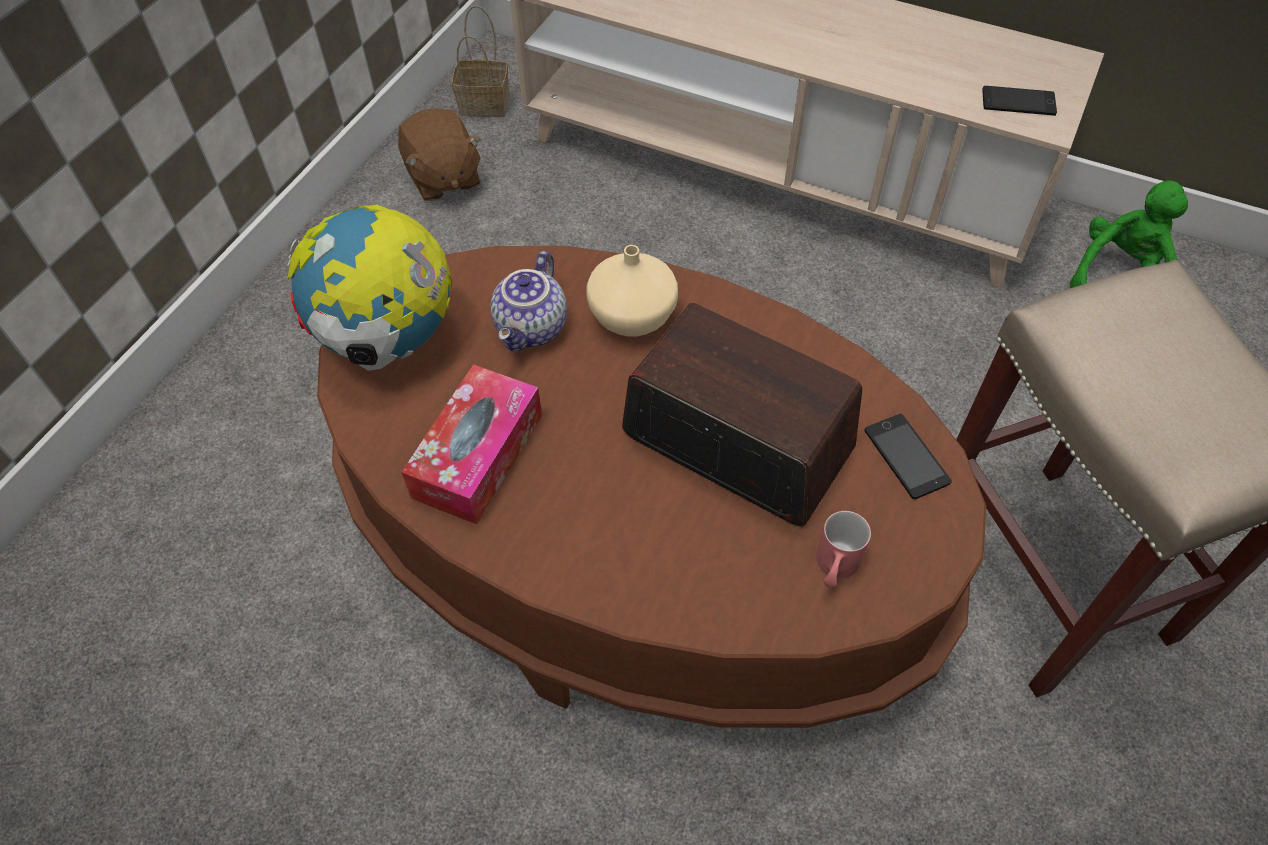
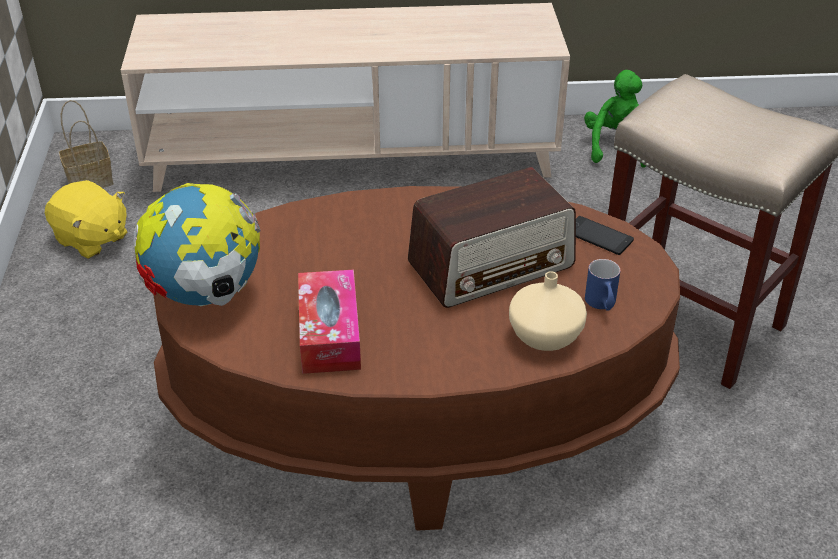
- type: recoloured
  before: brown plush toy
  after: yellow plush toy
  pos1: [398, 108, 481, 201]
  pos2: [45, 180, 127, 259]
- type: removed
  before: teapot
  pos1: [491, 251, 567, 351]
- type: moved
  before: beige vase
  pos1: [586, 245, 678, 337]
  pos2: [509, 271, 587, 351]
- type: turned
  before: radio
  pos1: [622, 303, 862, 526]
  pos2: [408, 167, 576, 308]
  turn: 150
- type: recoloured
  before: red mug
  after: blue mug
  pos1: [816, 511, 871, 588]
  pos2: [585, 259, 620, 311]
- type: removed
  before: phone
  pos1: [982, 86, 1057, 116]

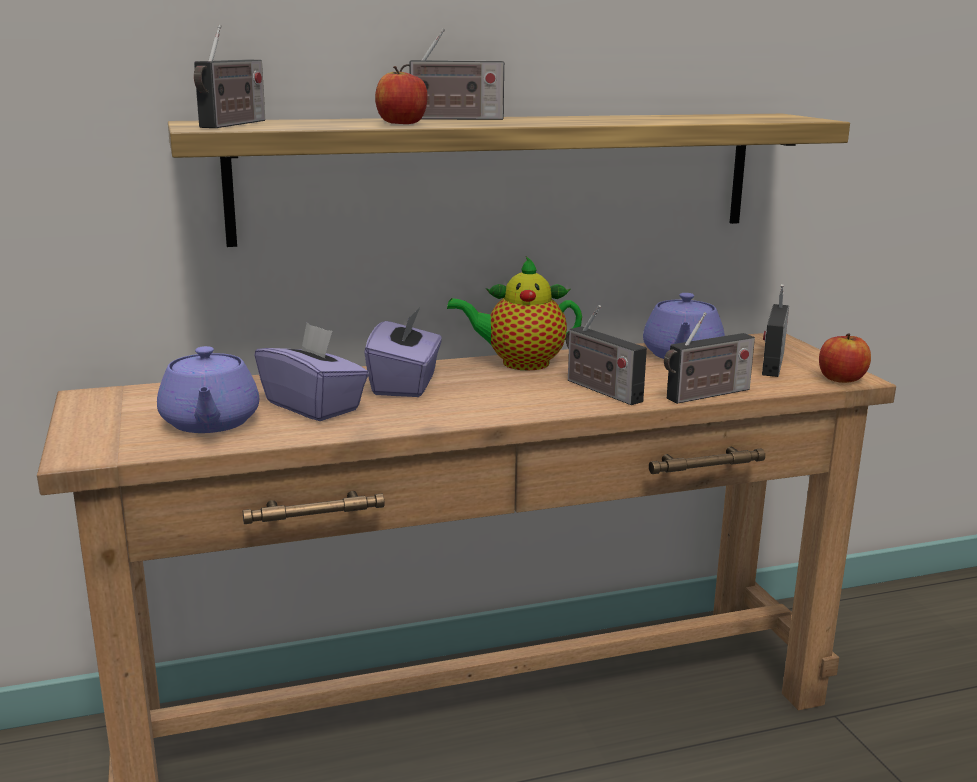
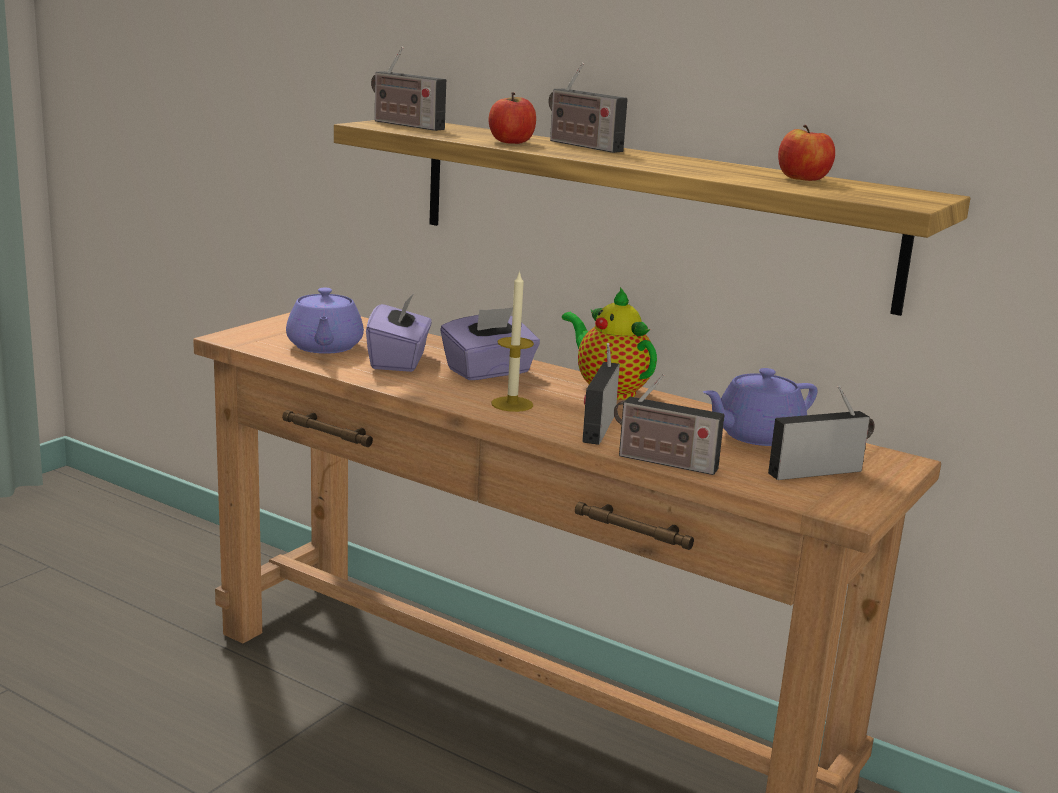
- type: turned
  before: purple teapot
  pos1: [157, 346, 259, 433]
  pos2: [286, 288, 364, 354]
  turn: -45
- type: turned
  before: radio
  pos1: [194, 25, 265, 128]
  pos2: [371, 47, 446, 131]
  turn: 60
- type: moved
  before: apple
  pos1: [819, 333, 871, 383]
  pos2: [778, 125, 835, 181]
- type: added
  after: candle
  pos2: [491, 270, 534, 412]

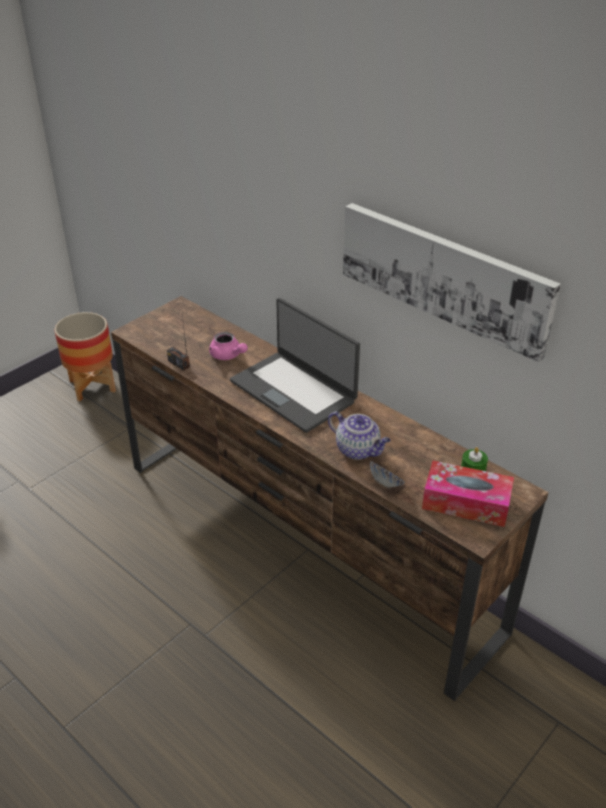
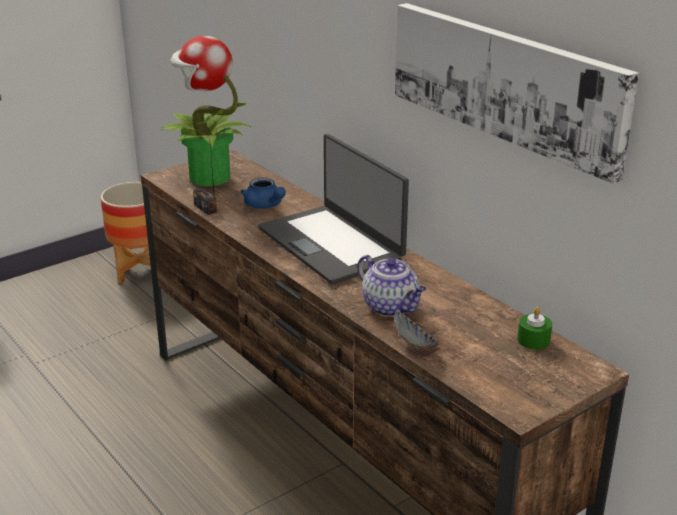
- type: recoloured
  before: pink teapot
  after: blue teapot
  pos1: [209, 332, 248, 360]
  pos2: [241, 177, 286, 209]
- type: removed
  before: tissue box
  pos1: [422, 461, 514, 527]
- type: added
  after: potted plant
  pos2: [160, 36, 252, 186]

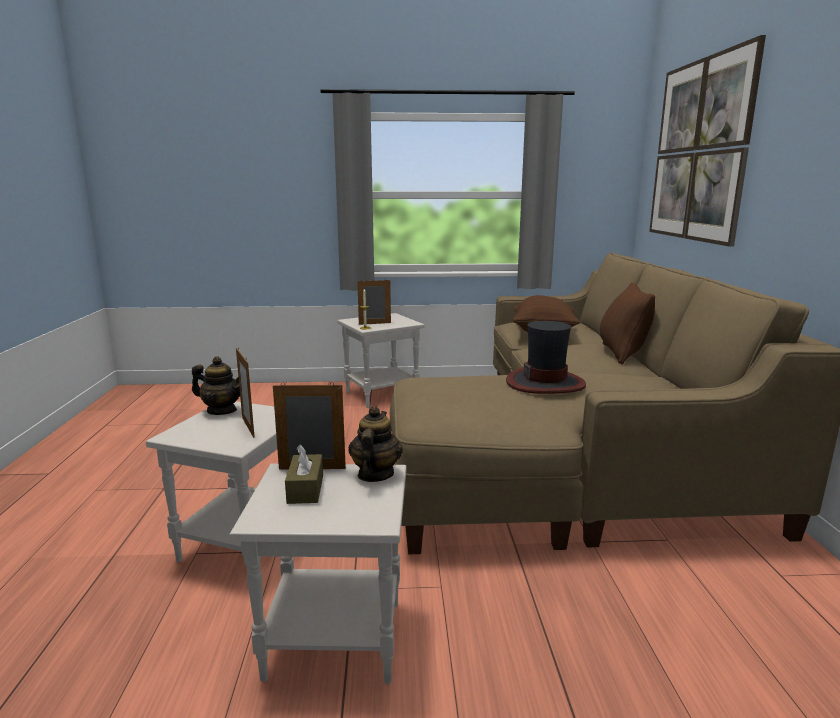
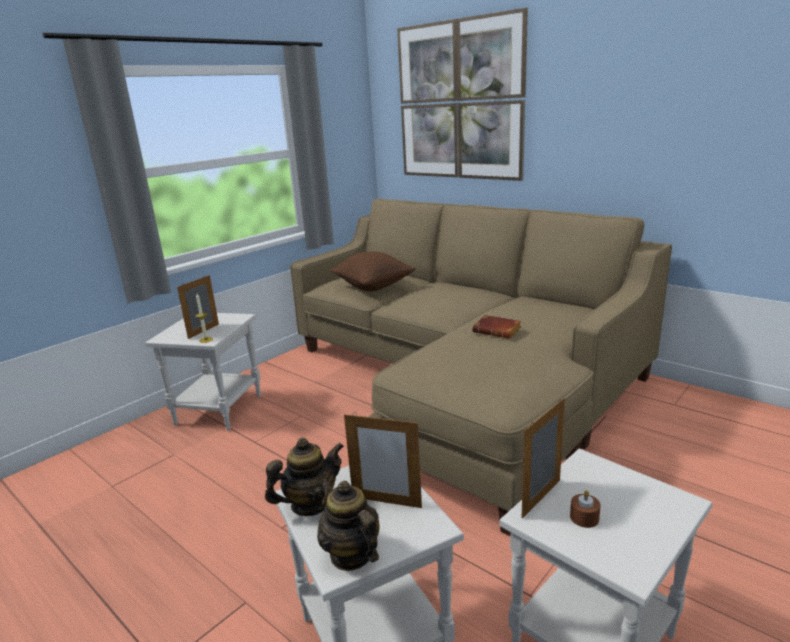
- type: replaced
  before: brown tissue box
  after: brown candle
  pos1: [285, 444, 323, 504]
  pos2: [570, 490, 601, 528]
- type: moved
  before: teapot
  pos1: [348, 406, 403, 482]
  pos2: [317, 479, 379, 571]
- type: replaced
  before: hat
  after: brown book
  pos1: [506, 321, 586, 394]
  pos2: [472, 315, 521, 339]
- type: removed
  before: brown pillow
  pos1: [600, 282, 655, 364]

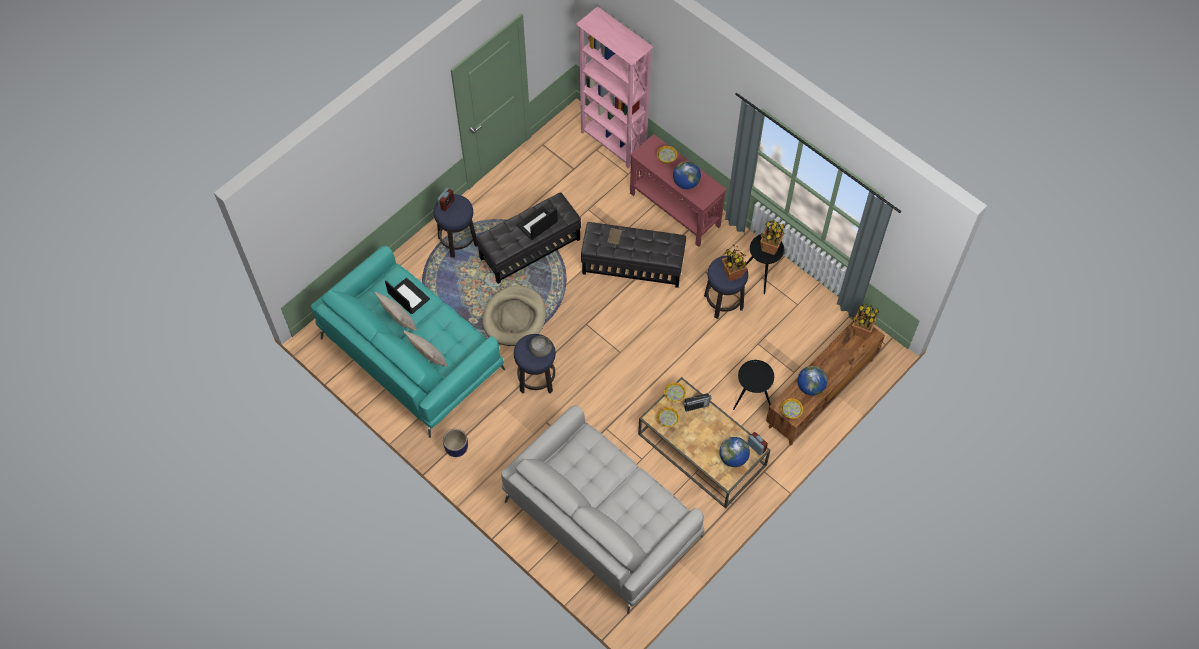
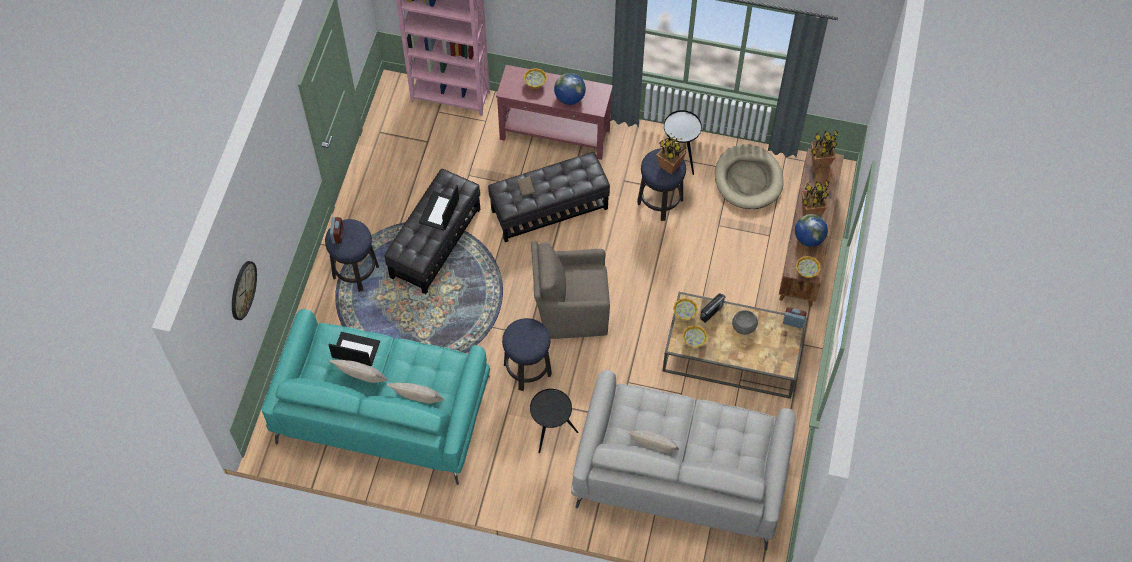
- type: removed
  before: planter
  pos1: [443, 429, 468, 457]
- type: moved
  before: beige dog bed
  pos1: [482, 286, 546, 346]
  pos2: [715, 145, 784, 209]
- type: moved
  before: grey bowl
  pos1: [529, 336, 552, 357]
  pos2: [732, 310, 758, 335]
- type: removed
  before: globe
  pos1: [719, 437, 750, 467]
- type: moved
  before: black side table
  pos1: [733, 360, 774, 410]
  pos2: [530, 389, 578, 453]
- type: moved
  before: potted plant
  pos1: [760, 220, 785, 255]
  pos2: [802, 180, 829, 216]
- type: added
  after: wall clock
  pos2: [232, 261, 257, 320]
- type: added
  after: brown armchair
  pos2: [531, 240, 610, 339]
- type: added
  after: beige pillow
  pos2: [627, 430, 679, 453]

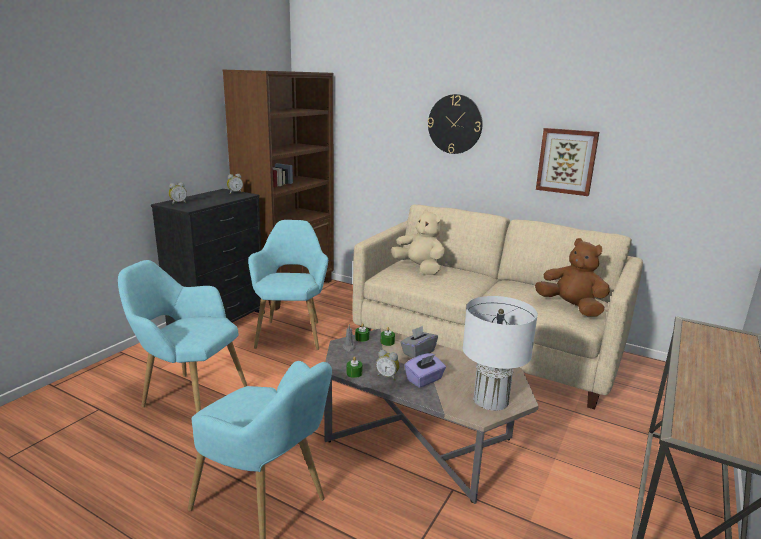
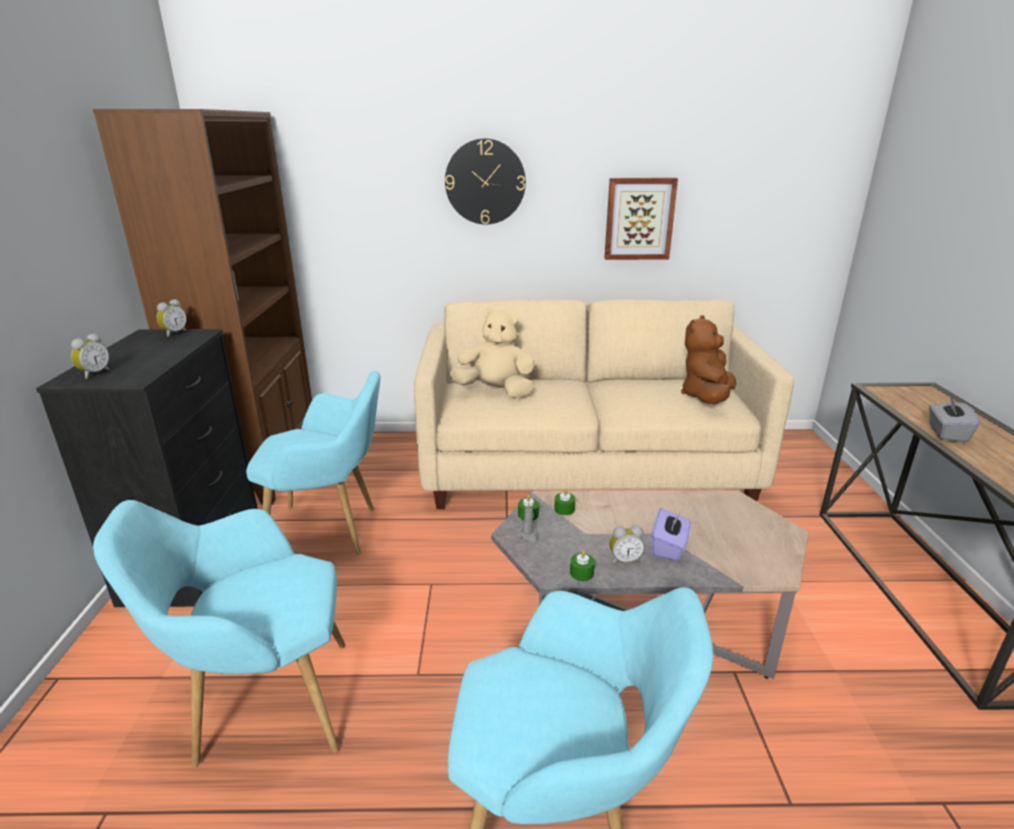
- type: turned
  before: turquoise armchair
  pos1: [248, 220, 328, 350]
  pos2: [246, 371, 380, 555]
  turn: 120
- type: moved
  before: grey tissue box
  pos1: [400, 326, 438, 358]
  pos2: [929, 396, 980, 443]
- type: removed
  before: white table lamp
  pos1: [463, 296, 538, 411]
- type: turned
  before: brown plush toy
  pos1: [535, 238, 610, 316]
  pos2: [681, 315, 736, 405]
  turn: -75

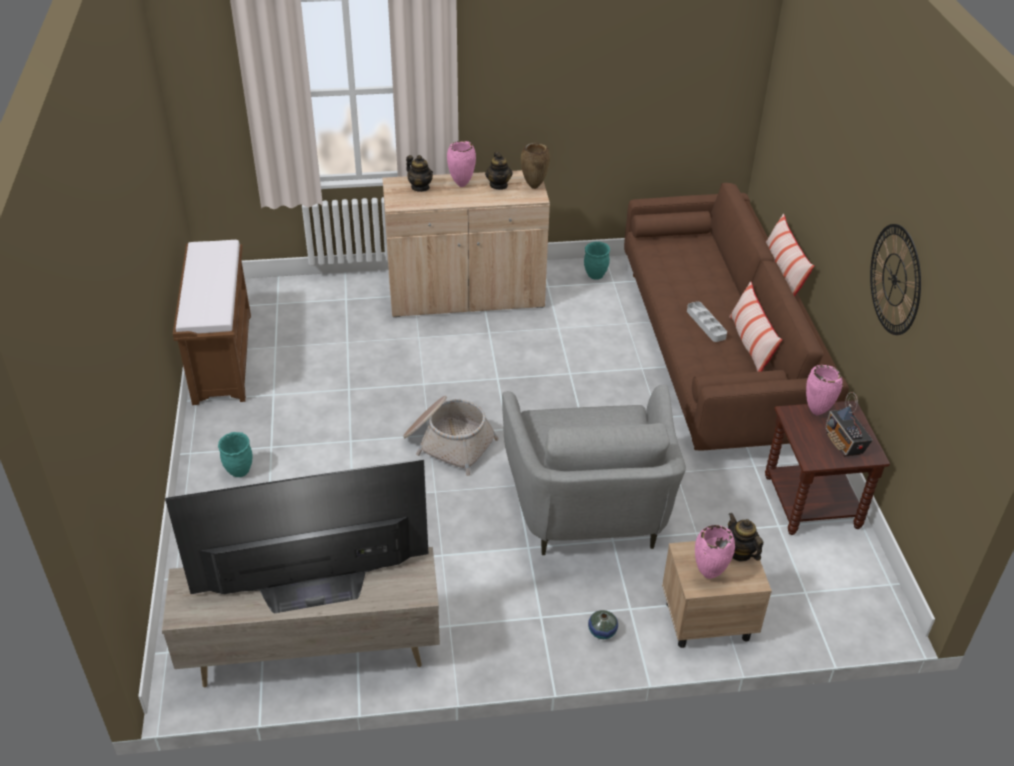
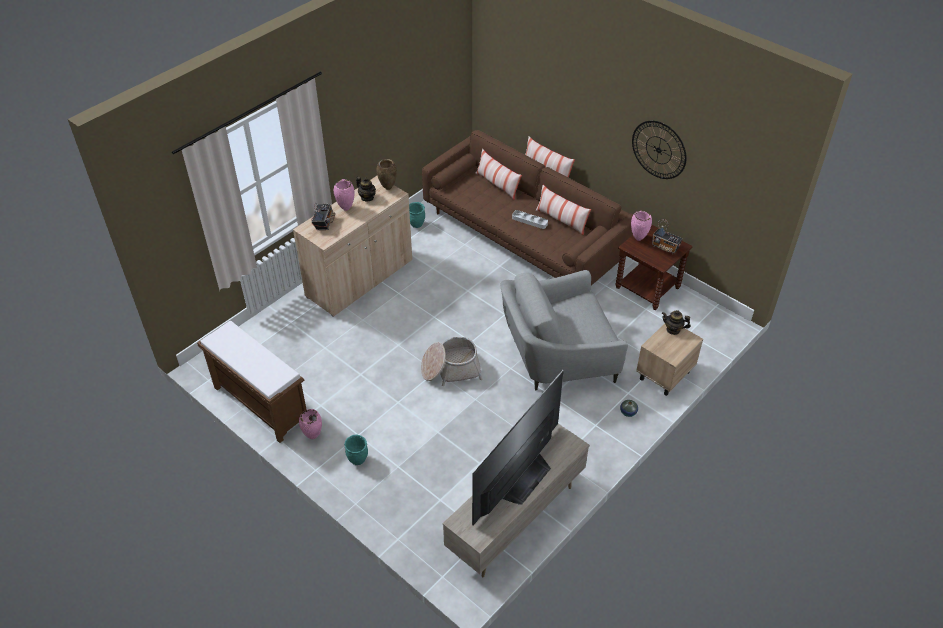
- type: replaced
  before: teapot
  after: radio
  pos1: [406, 155, 433, 192]
  pos2: [311, 203, 335, 230]
- type: turned
  before: grey armchair
  pos1: [502, 385, 686, 555]
  pos2: [500, 270, 628, 390]
  turn: 120
- type: moved
  before: pink vase
  pos1: [695, 525, 735, 579]
  pos2: [299, 409, 322, 439]
- type: added
  after: pillow
  pos2: [475, 149, 522, 200]

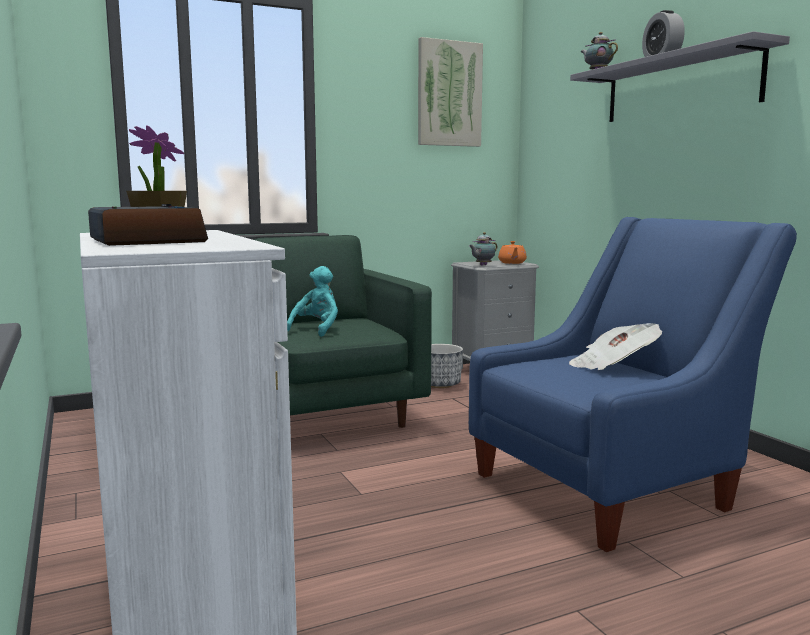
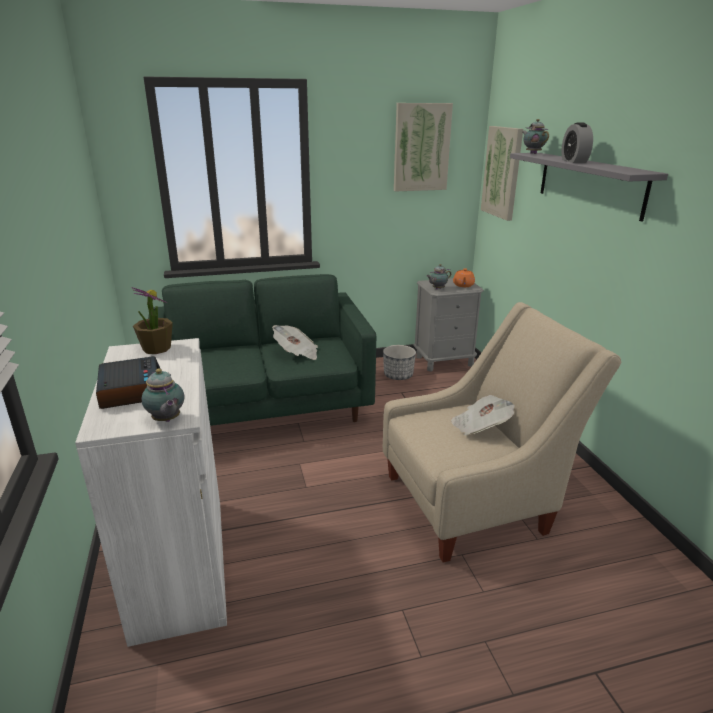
- type: replaced
  before: turquoise plush toy
  after: newspaper
  pos1: [287, 266, 338, 337]
  pos2: [272, 325, 318, 360]
- type: recoloured
  before: blue armchair
  after: beige armchair
  pos1: [469, 217, 797, 552]
  pos2: [383, 302, 621, 563]
- type: added
  after: teapot
  pos2: [141, 369, 184, 422]
- type: added
  after: picture
  pos2: [481, 126, 523, 221]

